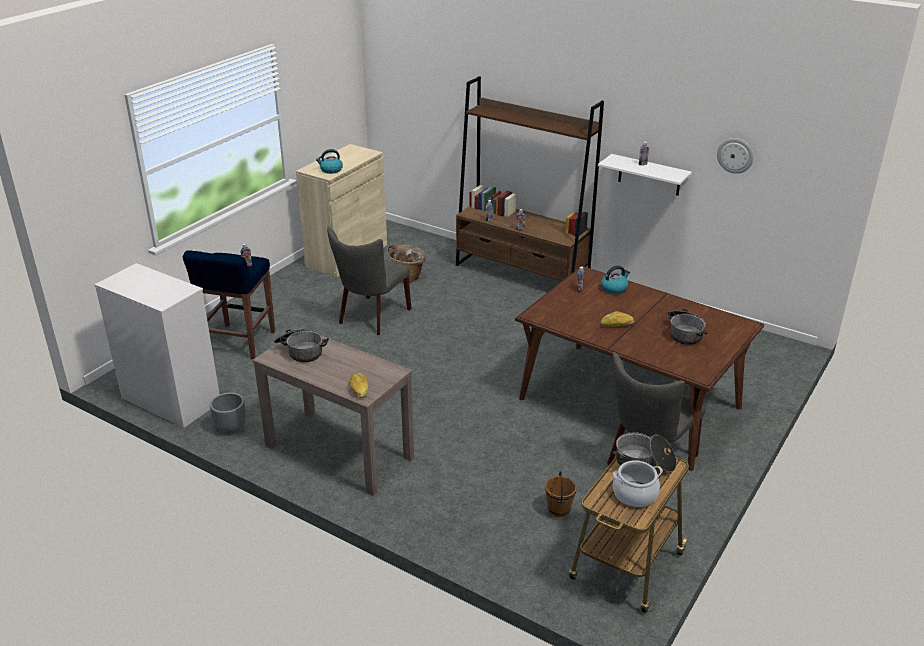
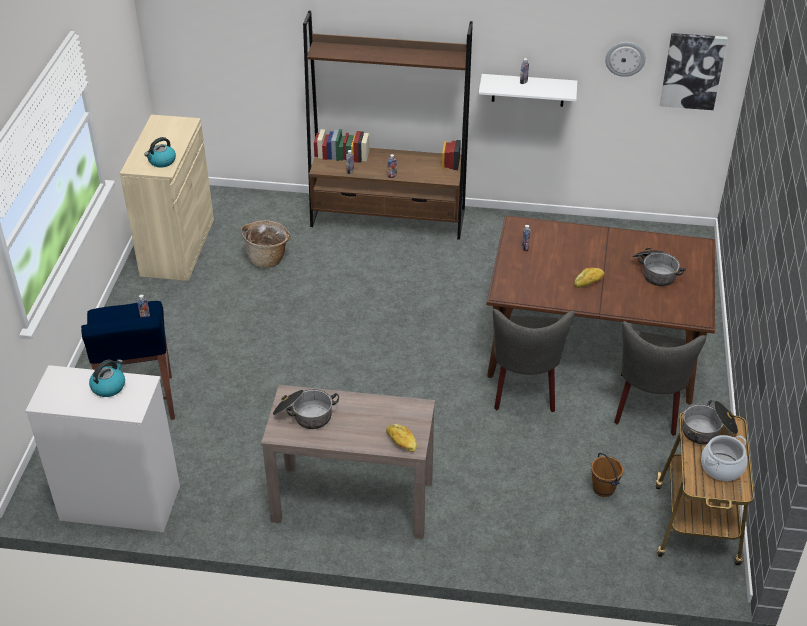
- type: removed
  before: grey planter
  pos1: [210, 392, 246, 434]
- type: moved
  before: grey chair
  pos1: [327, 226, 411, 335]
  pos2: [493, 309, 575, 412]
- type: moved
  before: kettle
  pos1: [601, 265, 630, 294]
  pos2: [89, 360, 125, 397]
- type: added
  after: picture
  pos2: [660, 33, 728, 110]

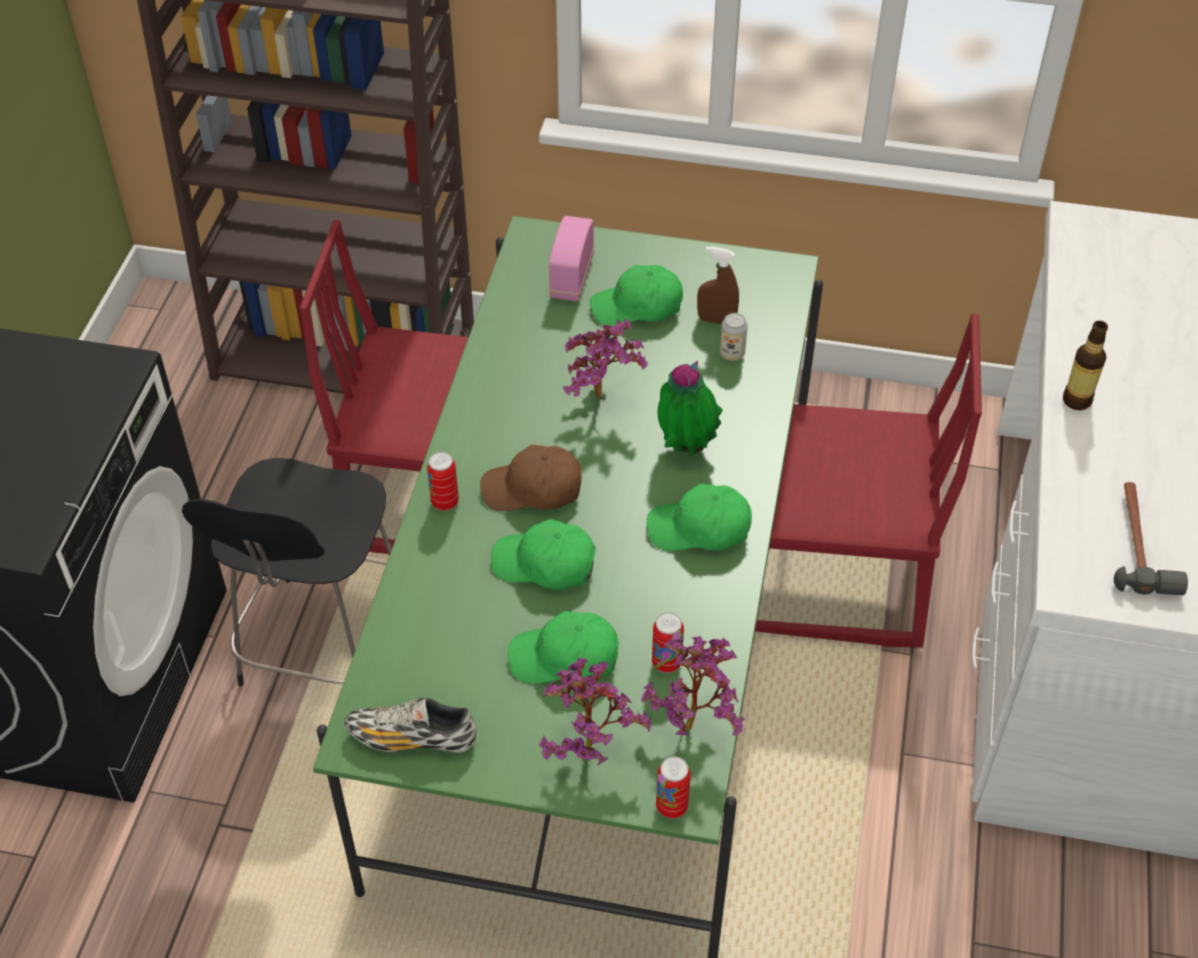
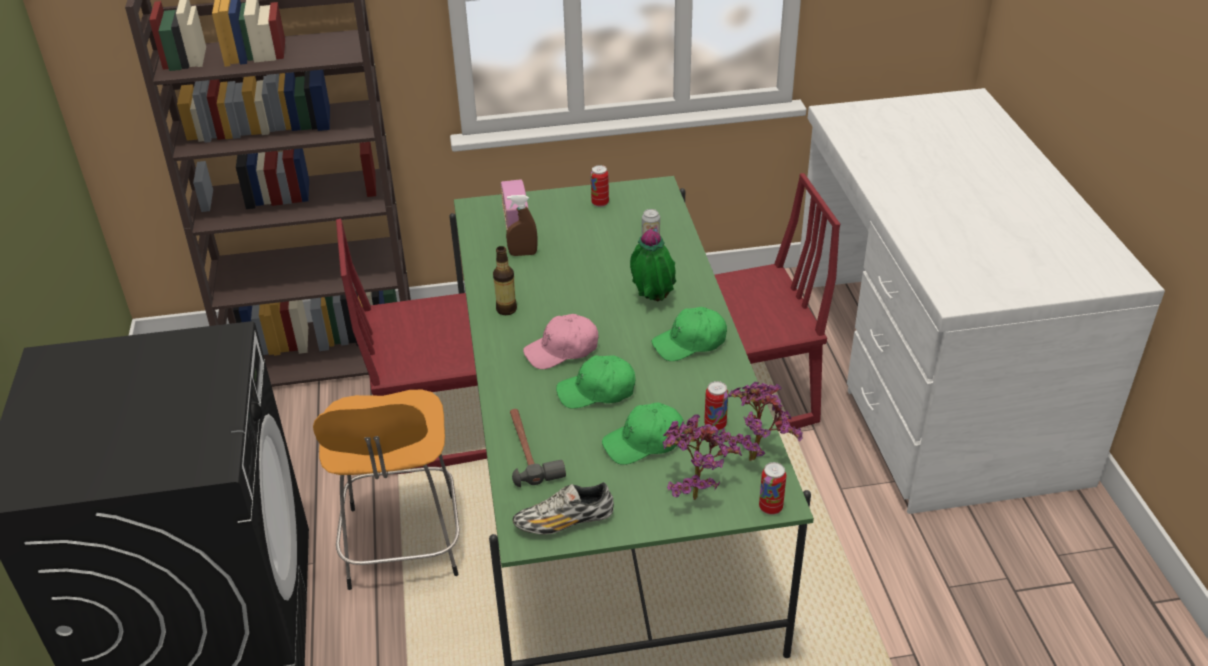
- type: recoloured
  before: black stool
  after: orange stool
  pos1: [182, 458, 392, 686]
  pos2: [313, 390, 460, 590]
- type: moved
  before: can
  pos1: [427, 452, 459, 511]
  pos2: [591, 165, 609, 207]
- type: recoloured
  before: brown cap
  after: pink cap
  pos1: [480, 445, 582, 511]
  pos2: [523, 314, 598, 369]
- type: removed
  before: potted plant
  pos1: [563, 319, 647, 399]
- type: removed
  before: green cap
  pos1: [590, 265, 683, 326]
- type: moved
  before: brown spray bottle
  pos1: [697, 246, 739, 324]
  pos2: [506, 195, 538, 256]
- type: moved
  before: bottle
  pos1: [1063, 321, 1108, 410]
  pos2: [493, 246, 517, 315]
- type: moved
  before: hammer
  pos1: [1114, 482, 1188, 595]
  pos2: [510, 409, 566, 487]

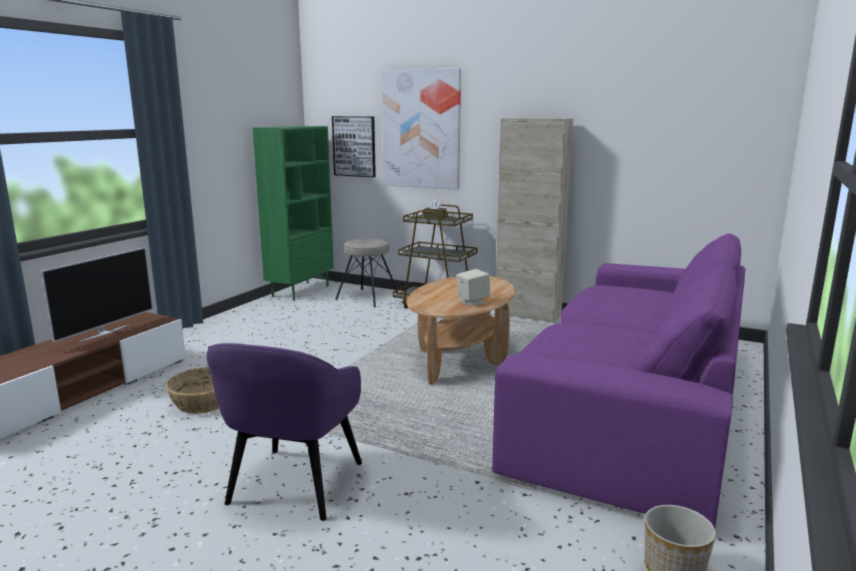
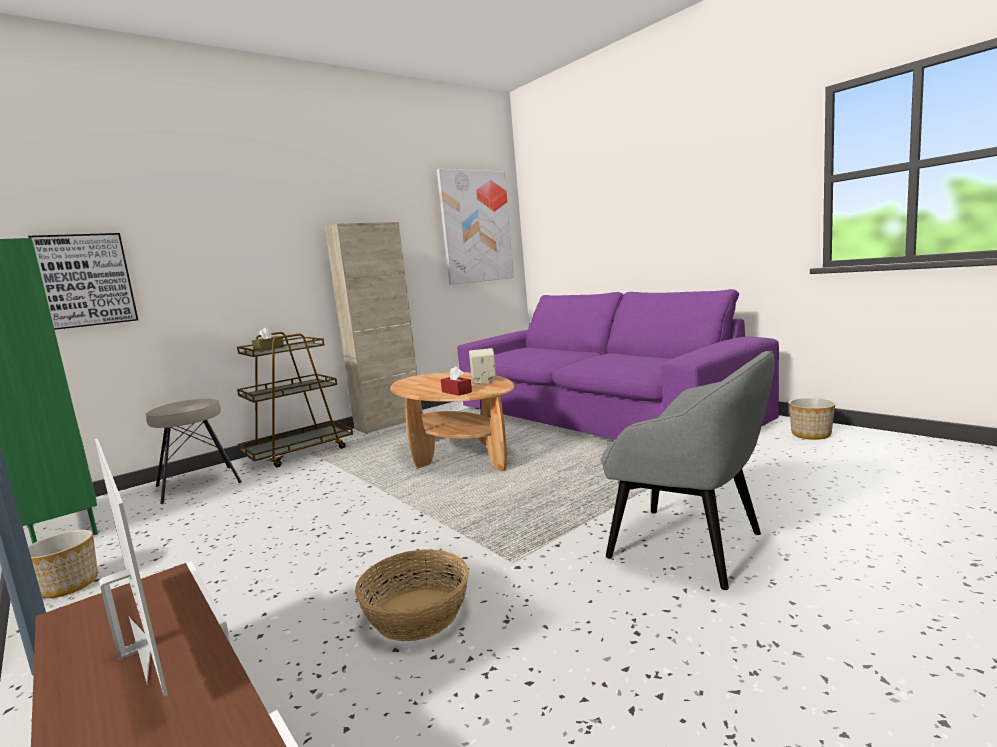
- type: recoloured
  before: purple armchair
  after: grey armchair
  pos1: [206, 343, 362, 521]
  pos2: [601, 351, 775, 590]
- type: moved
  before: picture
  pos1: [381, 68, 461, 190]
  pos2: [437, 169, 514, 285]
- type: added
  after: planter
  pos2: [28, 530, 98, 598]
- type: added
  after: red tissue box
  pos2: [441, 366, 472, 396]

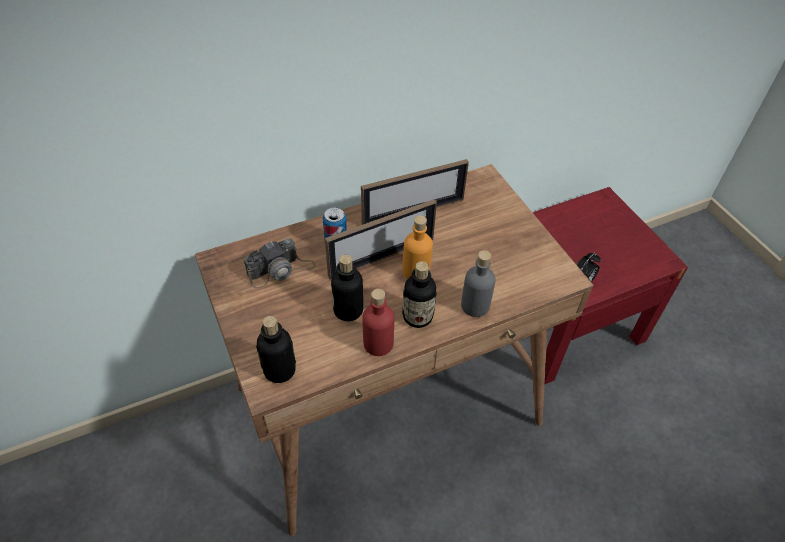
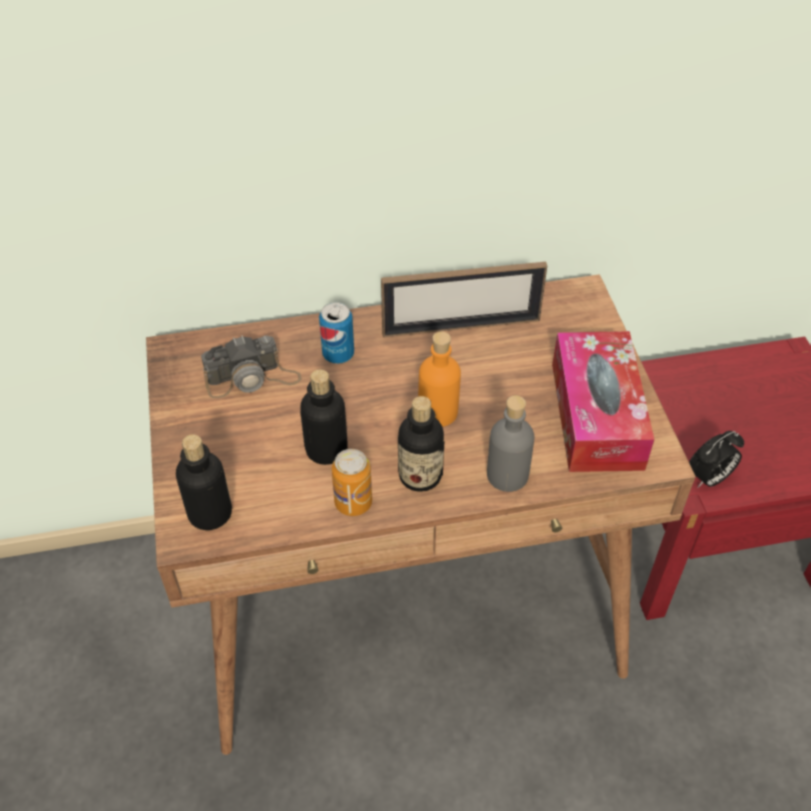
- type: removed
  before: picture frame
  pos1: [325, 199, 437, 279]
- type: replaced
  before: red bottle
  after: can
  pos1: [363, 289, 394, 356]
  pos2: [332, 449, 372, 516]
- type: added
  after: tissue box
  pos2: [552, 331, 655, 472]

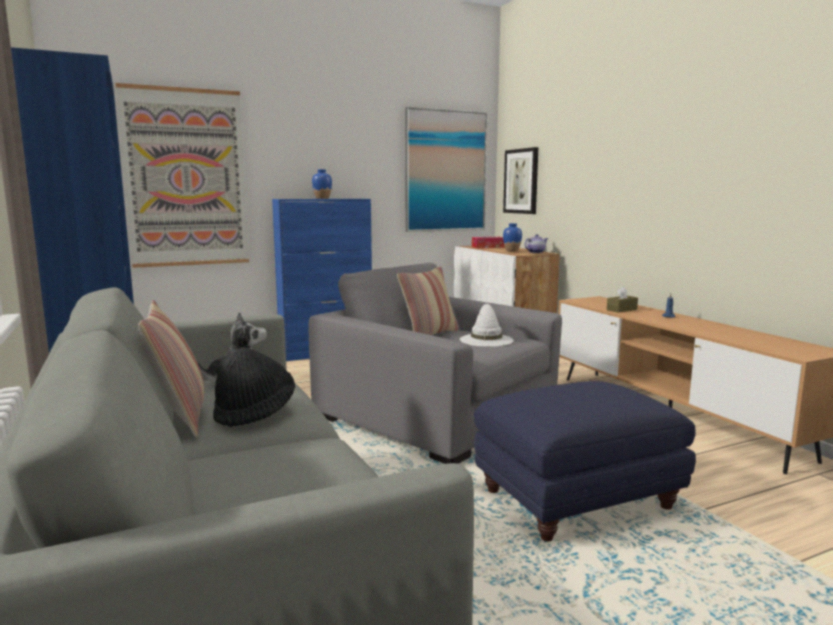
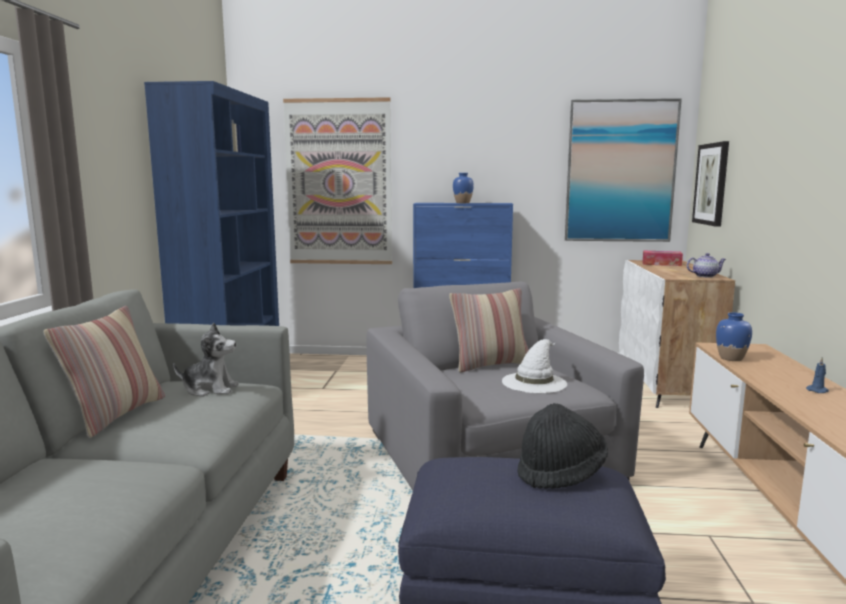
- type: moved
  before: black hat
  pos1: [213, 347, 295, 427]
  pos2: [518, 403, 608, 489]
- type: moved
  before: blue vase
  pos1: [503, 223, 522, 251]
  pos2: [716, 312, 752, 361]
- type: removed
  before: brown tissue box
  pos1: [607, 286, 638, 313]

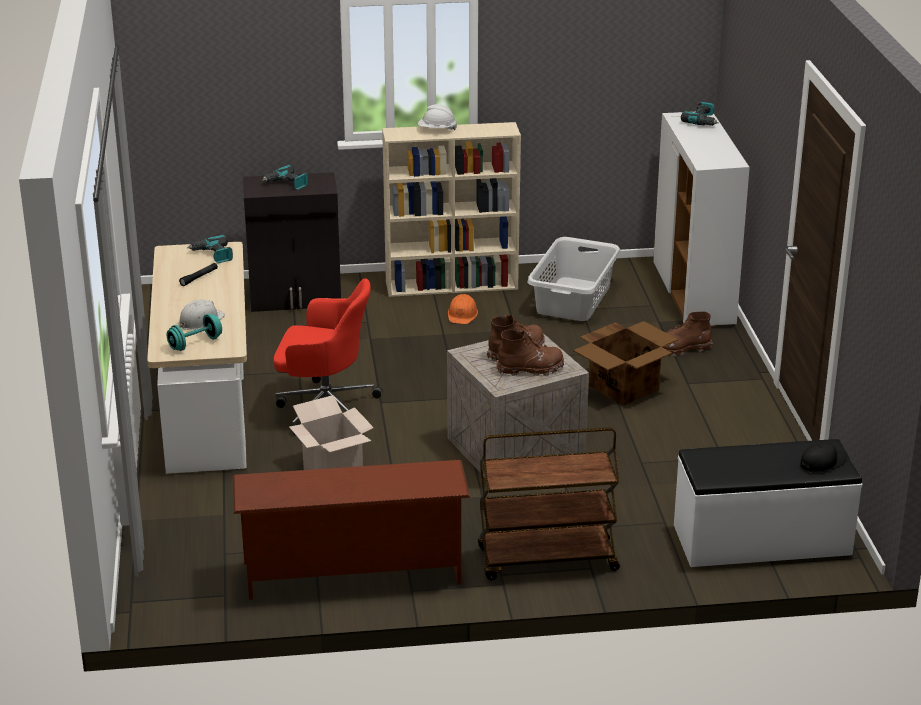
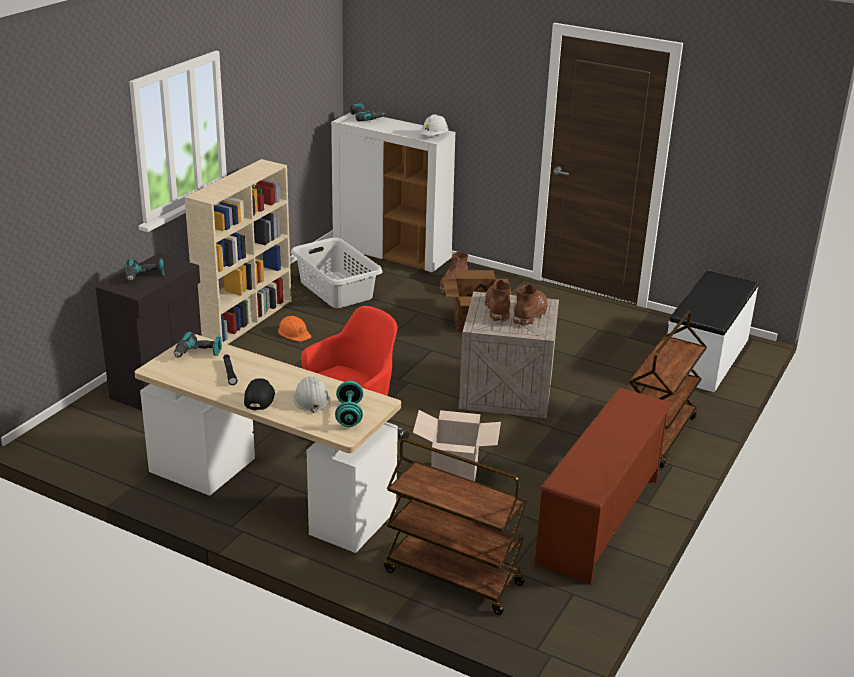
- type: moved
  before: white hard hat
  pos1: [418, 104, 457, 130]
  pos2: [419, 114, 448, 136]
- type: moved
  before: black cap
  pos1: [800, 442, 847, 473]
  pos2: [244, 378, 275, 410]
- type: added
  after: brown cart
  pos2: [384, 439, 527, 615]

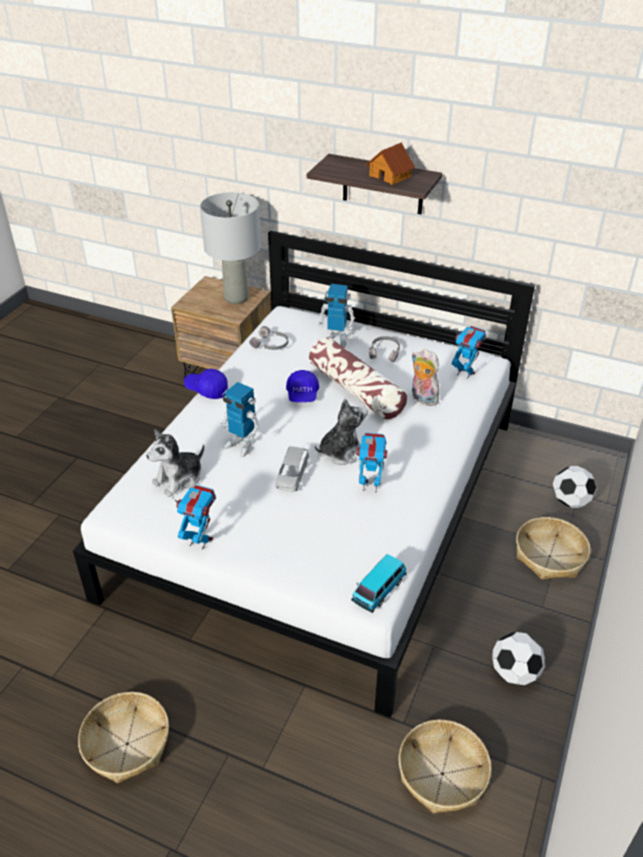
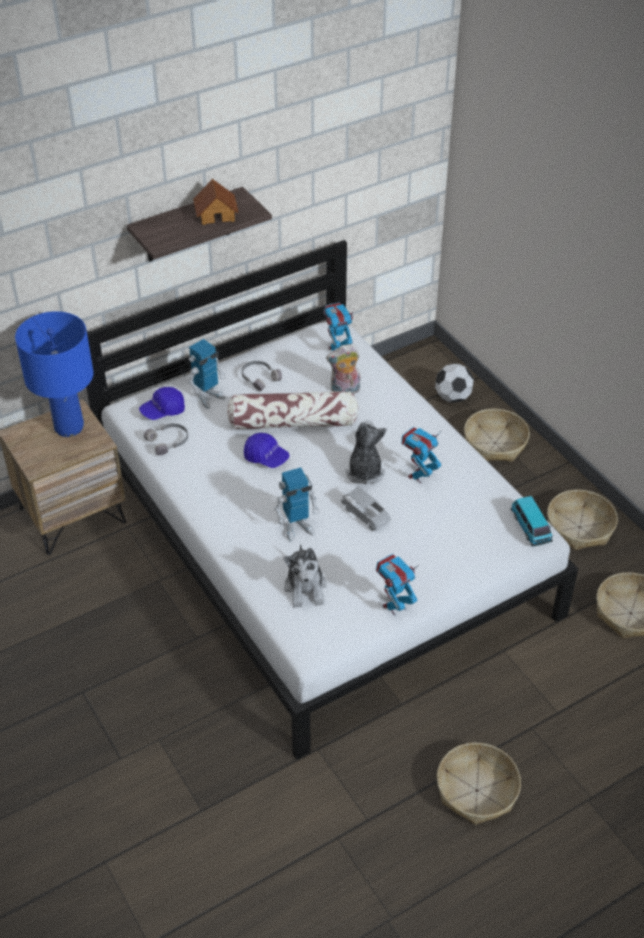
- type: moved
  before: blue cap
  pos1: [184, 368, 228, 399]
  pos2: [139, 387, 185, 420]
- type: recoloured
  before: grey table lamp
  after: blue table lamp
  pos1: [200, 192, 261, 304]
  pos2: [15, 311, 94, 437]
- type: replaced
  before: football
  after: basket
  pos1: [492, 632, 545, 685]
  pos2: [547, 490, 618, 550]

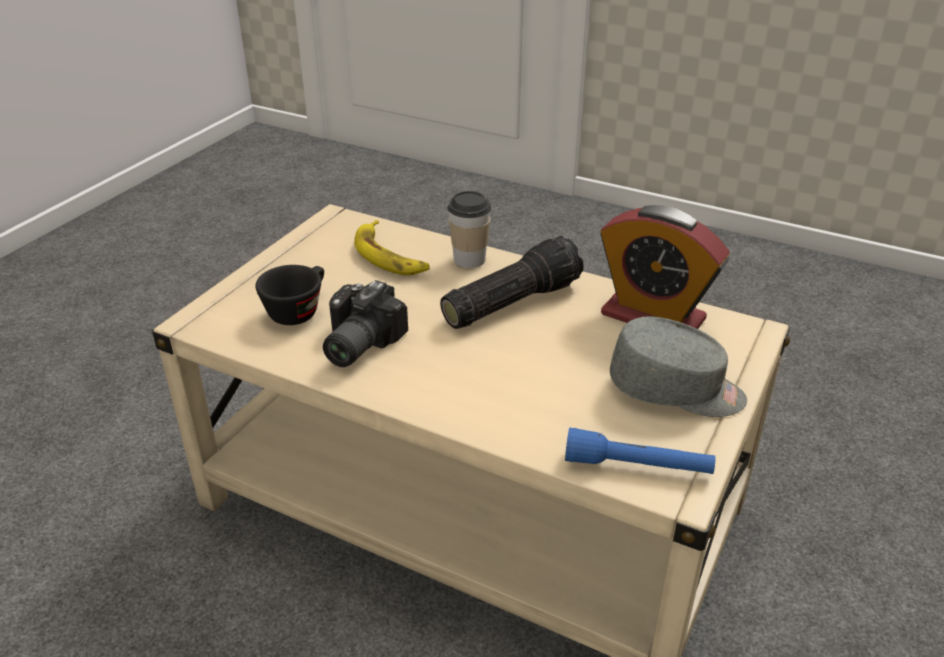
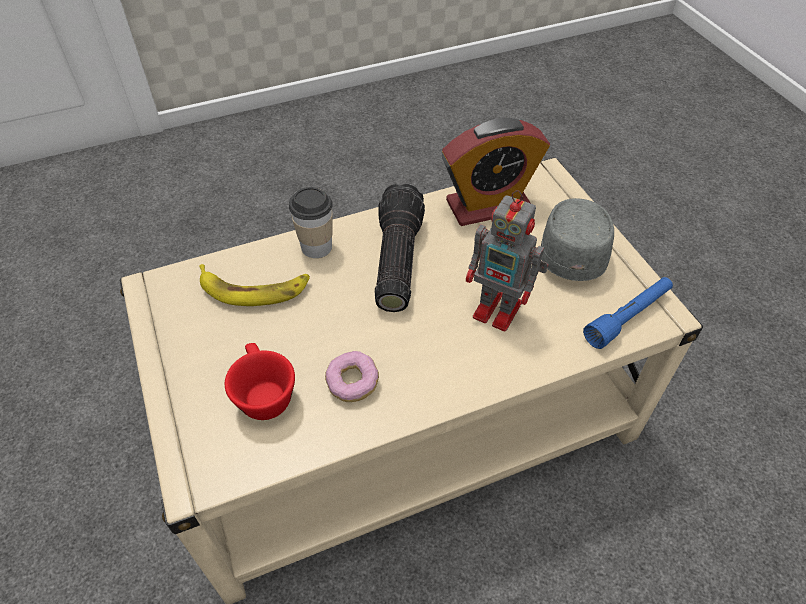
- type: recoloured
  before: black cup
  after: red cup
  pos1: [255, 265, 324, 325]
  pos2: [225, 343, 295, 420]
- type: replaced
  before: photo camera
  after: donut
  pos1: [323, 280, 408, 367]
  pos2: [325, 351, 379, 402]
- type: turned
  before: grey cap
  pos1: [610, 316, 747, 417]
  pos2: [541, 198, 614, 281]
  turn: -45
- type: added
  after: toy robot
  pos2: [466, 190, 548, 331]

